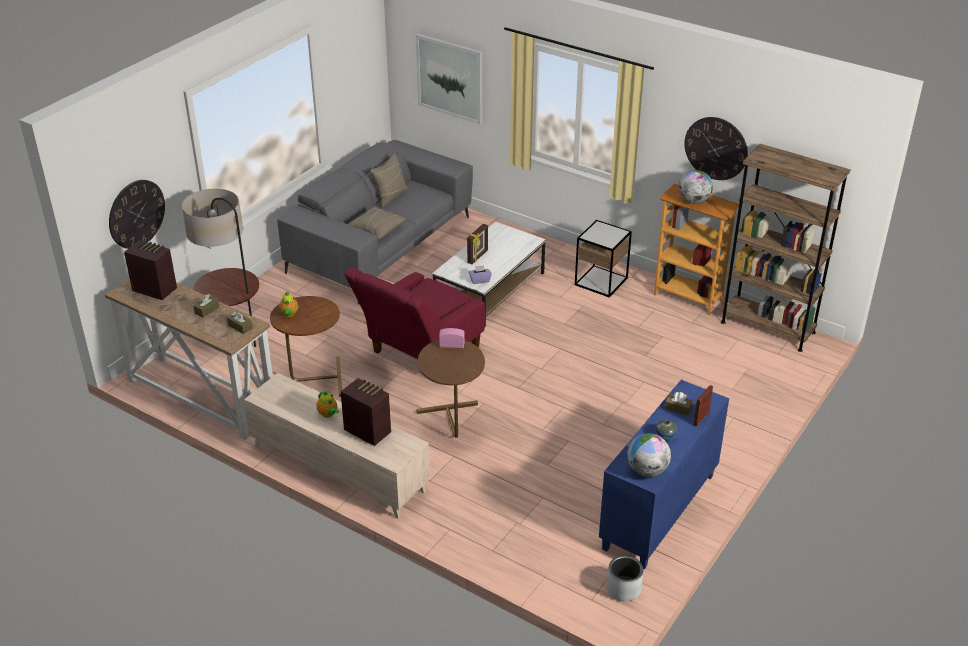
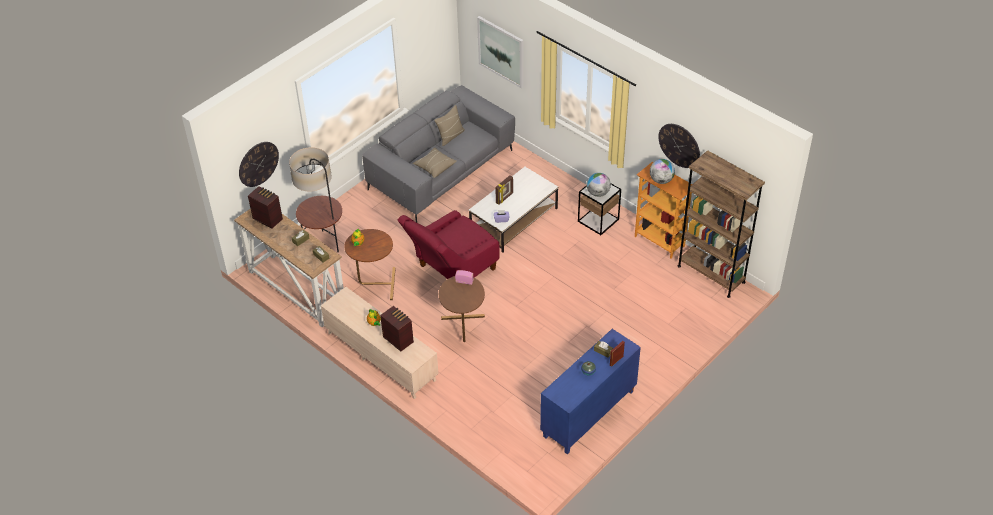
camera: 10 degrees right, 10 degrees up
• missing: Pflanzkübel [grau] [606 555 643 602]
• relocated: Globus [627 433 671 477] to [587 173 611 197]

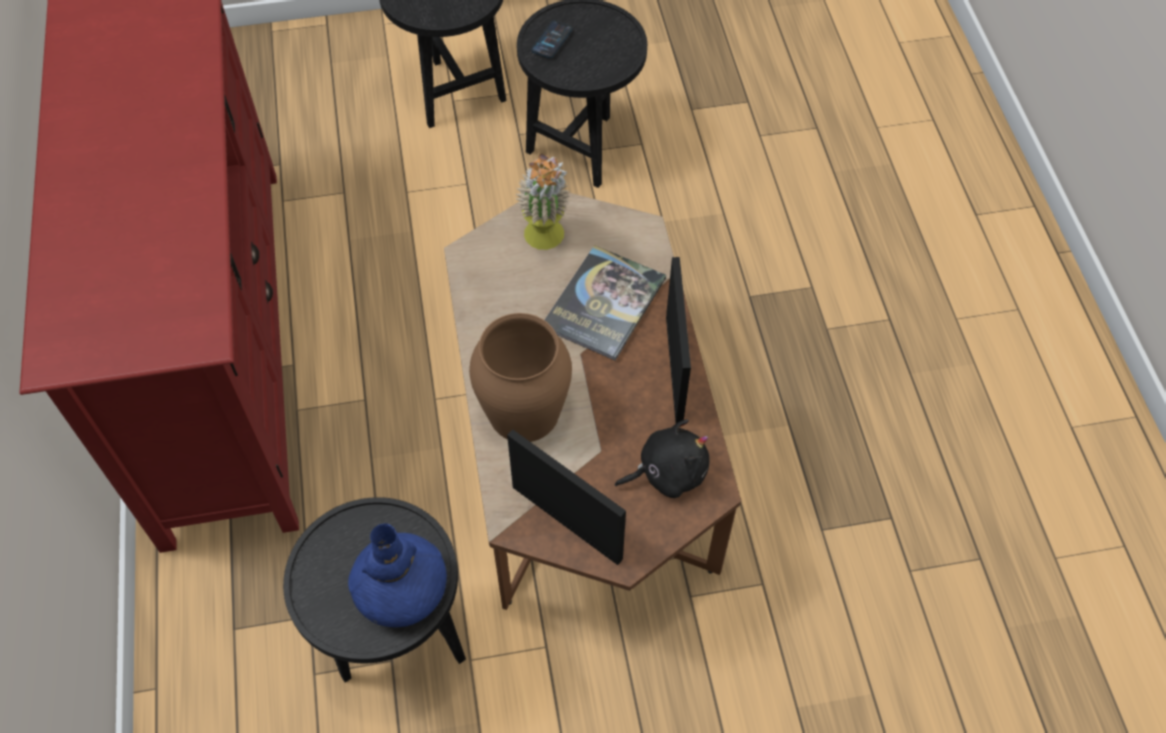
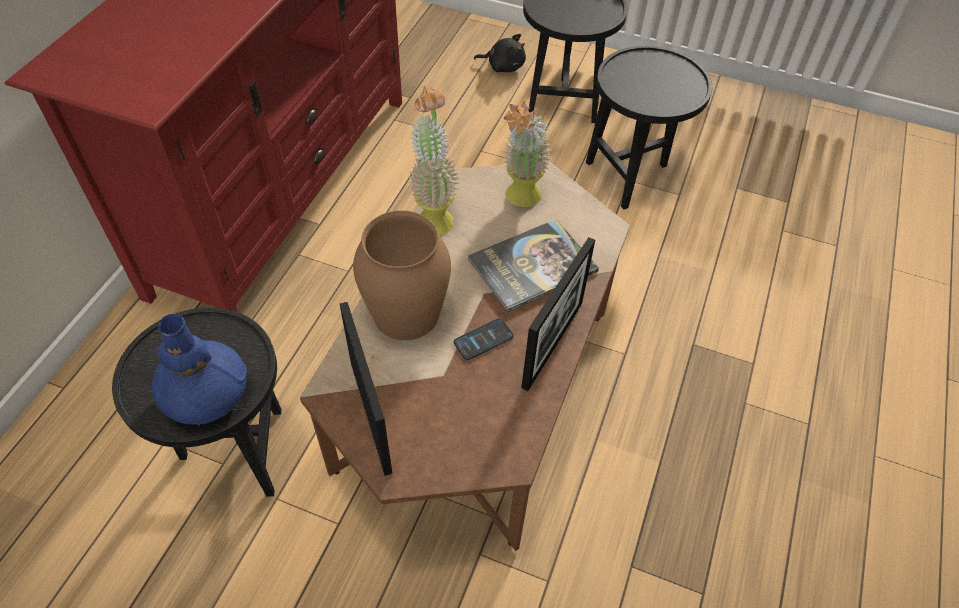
camera: 30 degrees right, 5 degrees down
• relocated: Handy [531 20 572 58] to [454 318 514 360]
• relocated: Plüschtier [schwarz] [615 419 709 498] to [474 34 526 72]
• appeared: Topfpflanze [409 86 459 235]

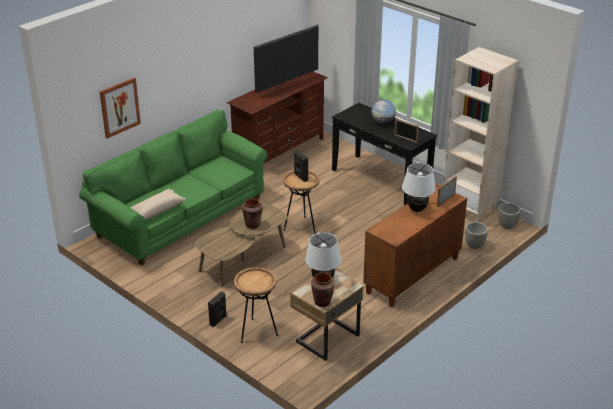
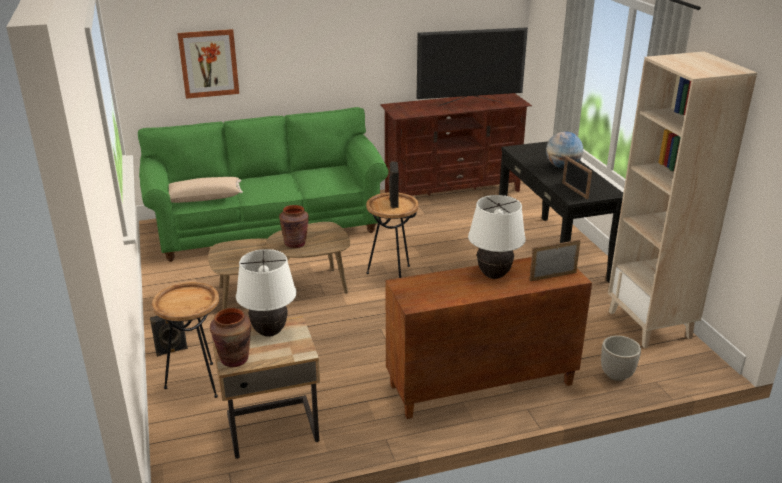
camera: 30 degrees right, 5 degrees down
• missing: Pflanzkübel [498 203 521 229]

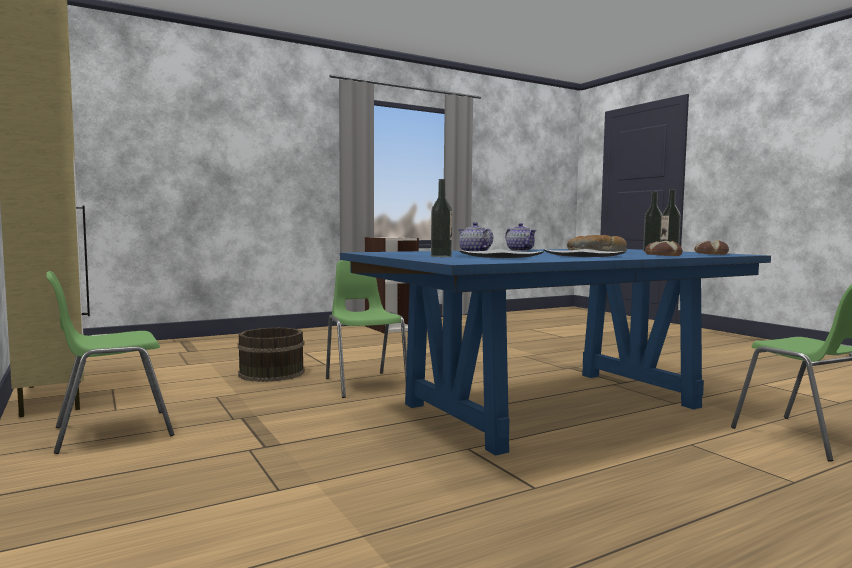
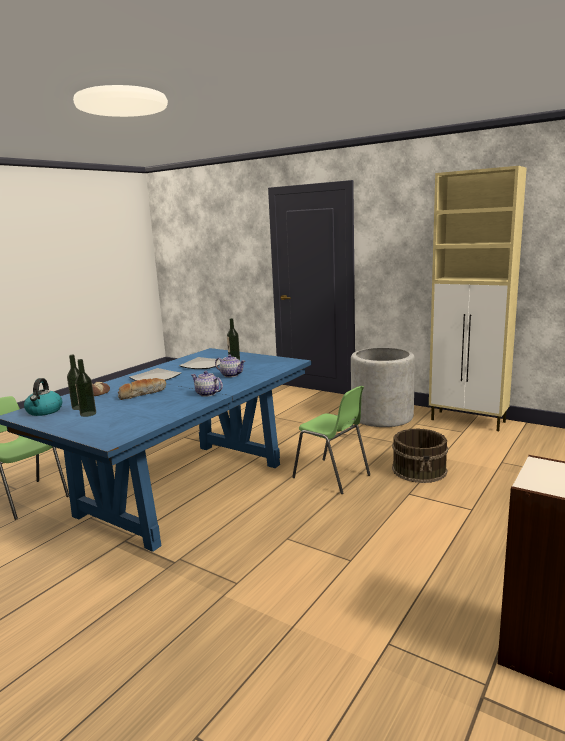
camera: 155 degrees right, 10 degrees up
• exchanged: Stuhl [grün] [46 271 174 454] to Pflanzkübel [grau] [351 348 415 427]
• exchanged: Brot [694 240 729 255] to Wasserkessel [24 378 62 416]

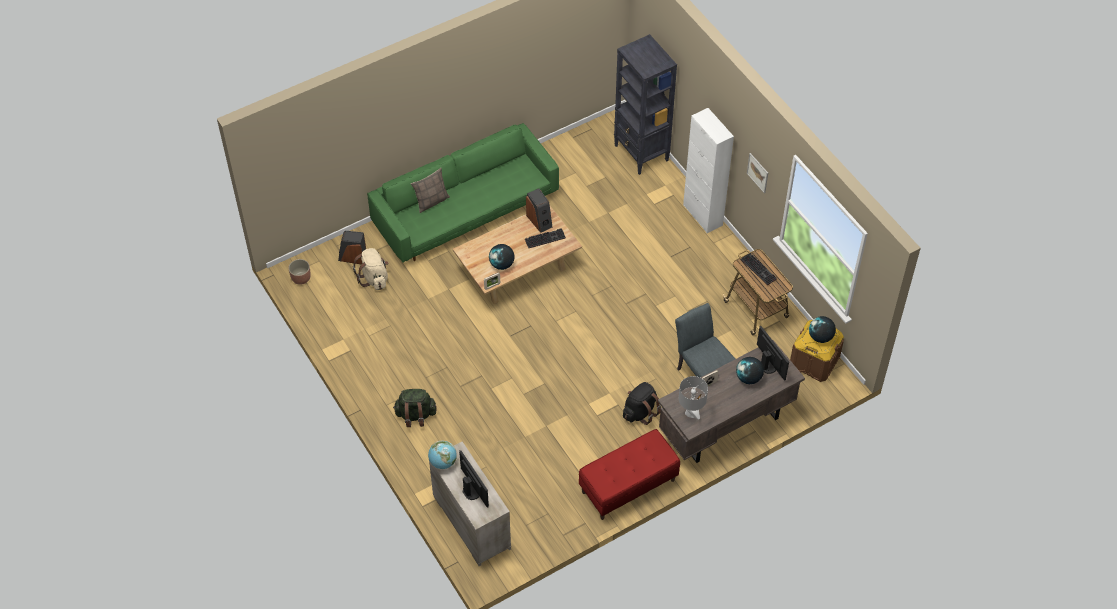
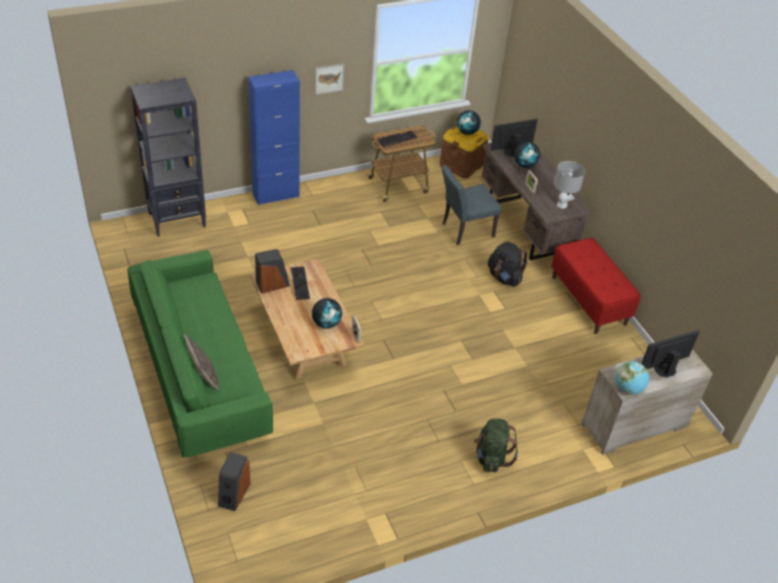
camera: 85 degrees left, 10 degrees down
• missing: Pflanzkübel [288 259 311 285]
• missing: Rucksack [beige] [353 248 388 290]
• colour: Schrank [weiß] [683 108 734 233] to Schrank [blau] [248 70 300 205]

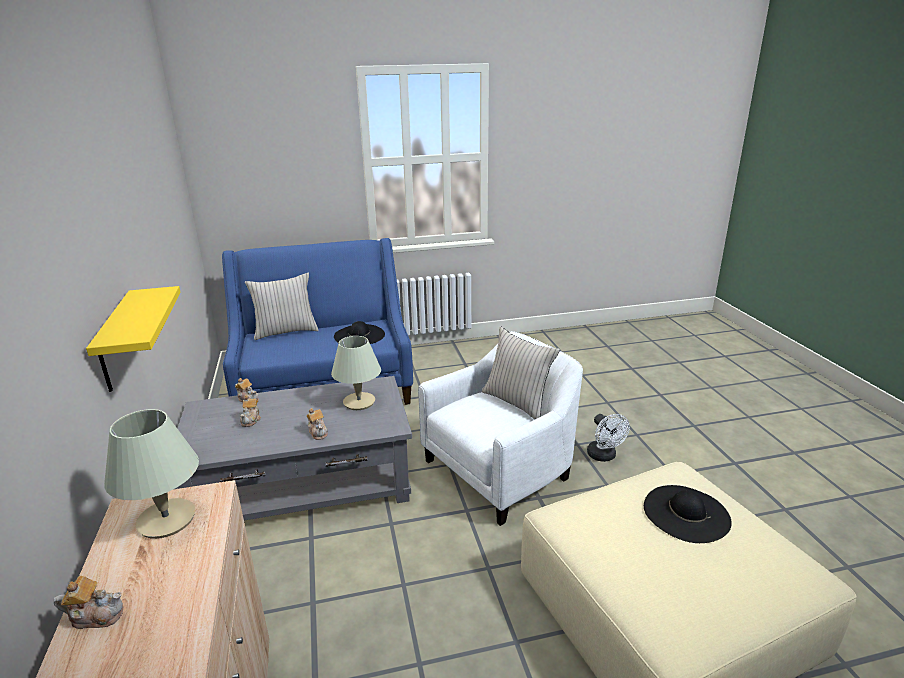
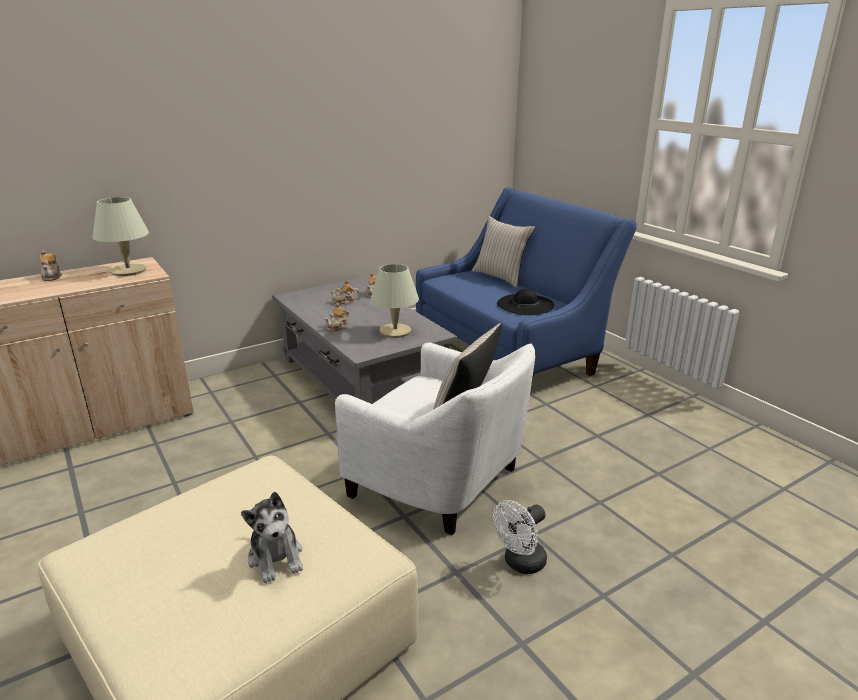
camera: 70 degrees right, 0 degrees up
• missing: Wandregal [gelb] [86 286 181 392]
• exchanged: Hut [schwarz] [644 485 732 543] to Plüschtier [241 492 303 583]

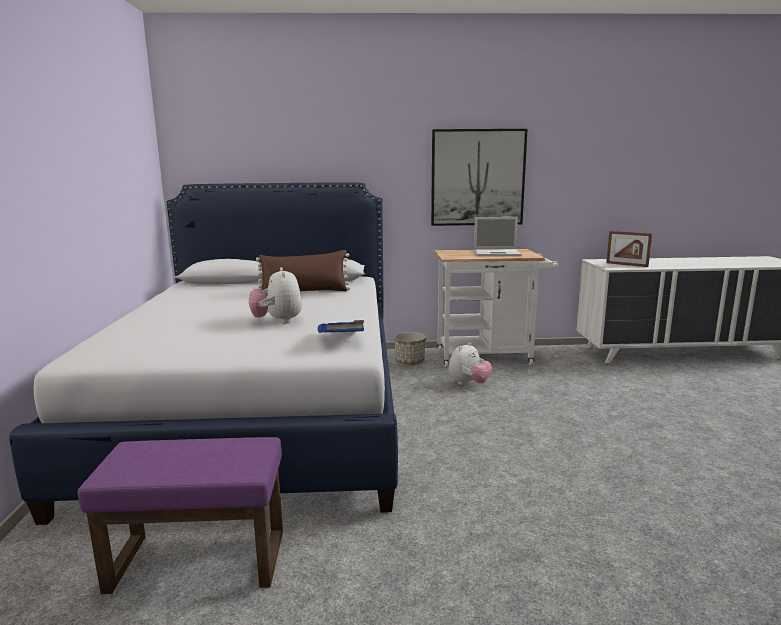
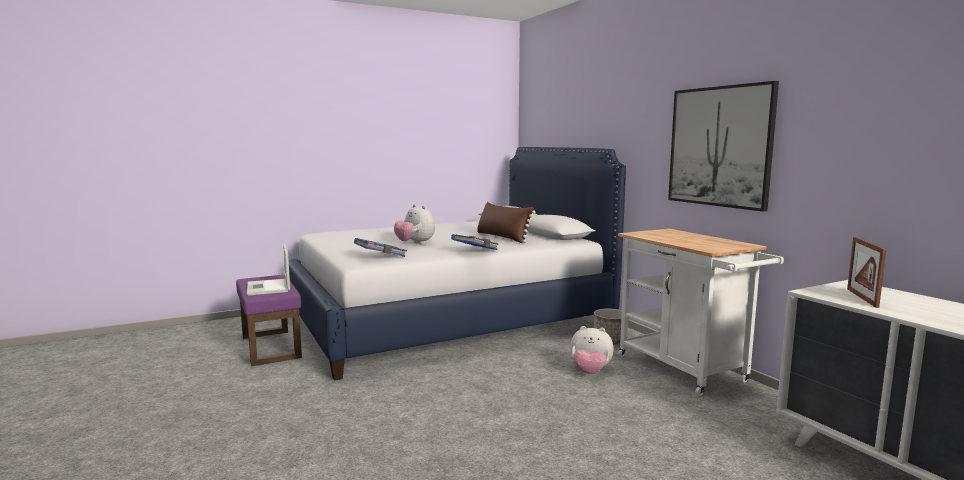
camera: 65 degrees right, 5 degrees down
• spun: Plüschtier [249 267 302 324] = [394 204 435 245] 90 degrees counterclockwise
• relocated: Laptop [474 217 522 256] to [247 244 290 296]
• appeared: Buch [blau] [451 234 499 250]

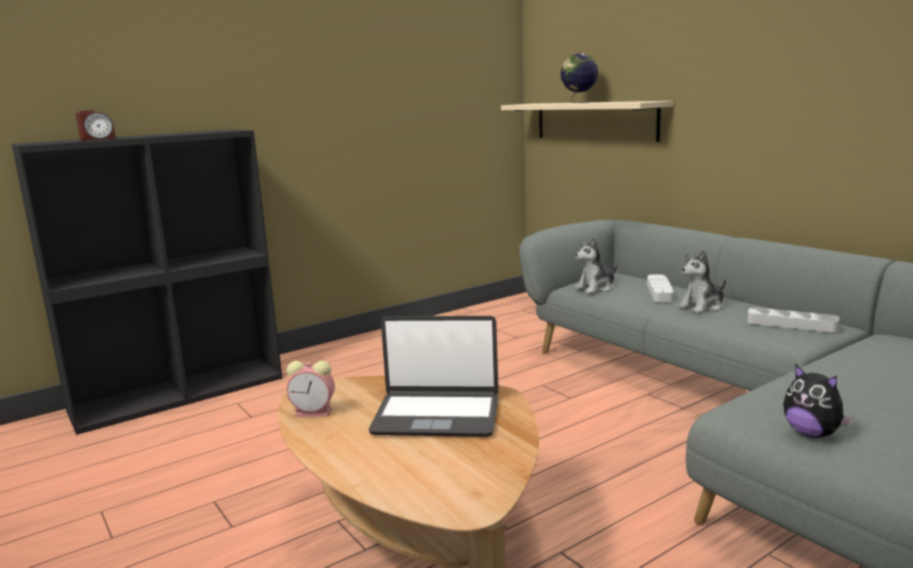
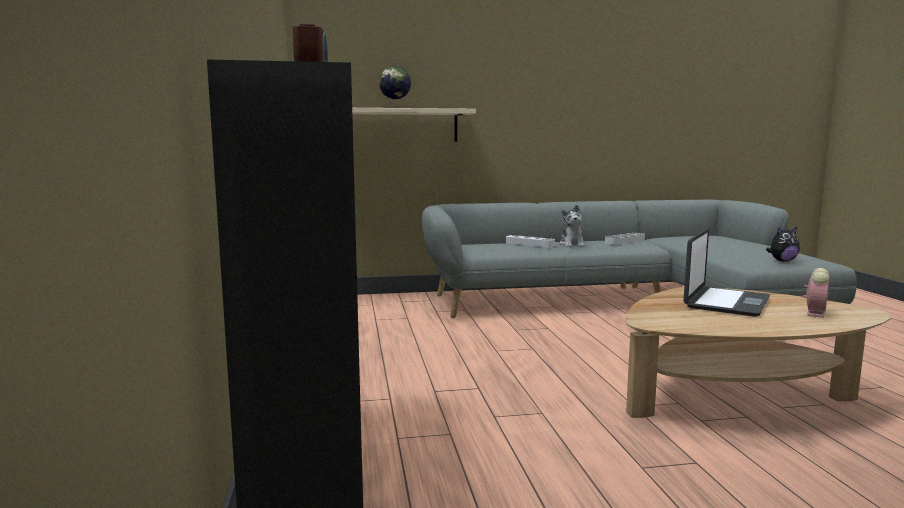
camera: 65 degrees left, 5 degrees down
• relocated: Wecker [286 361 335 417] to [803 268 829 318]
• missing: Plüschtier [574 237 618 293]

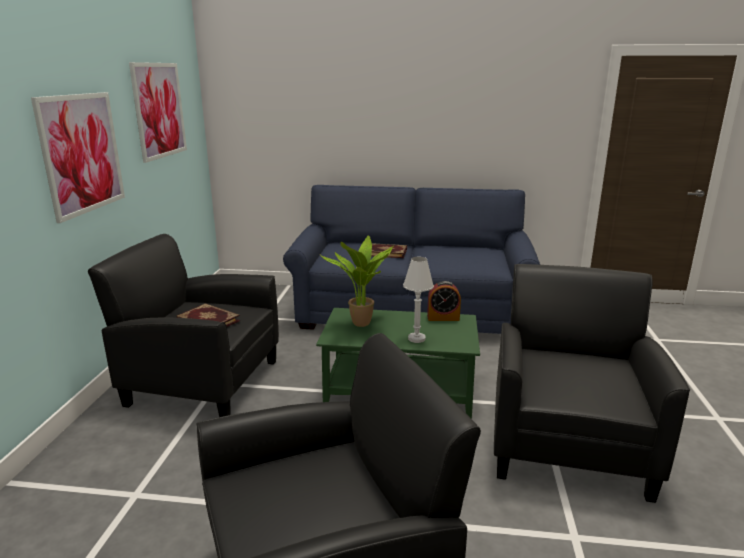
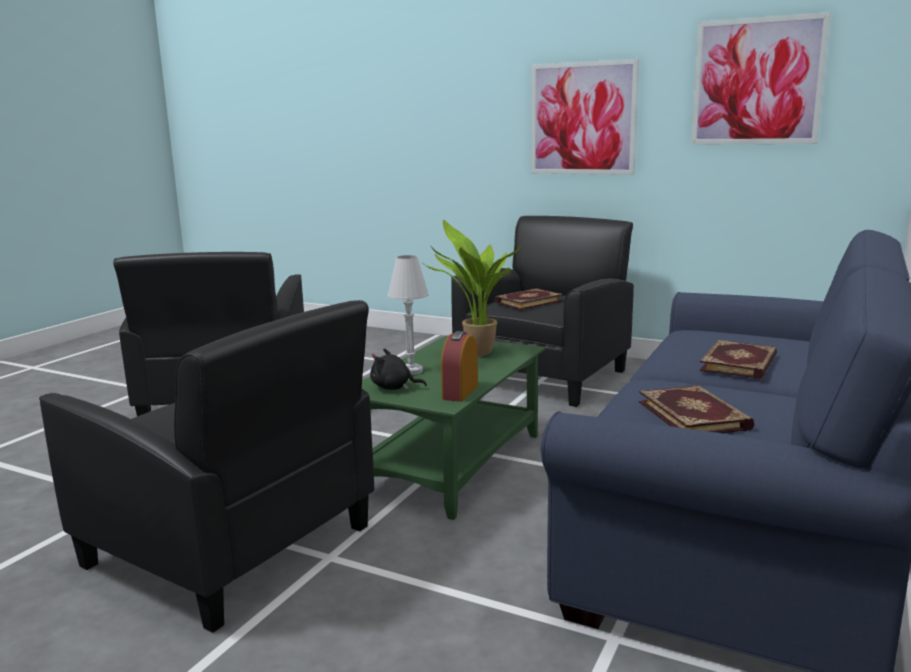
camera: 110 degrees right, 5 degrees down
• appeared: Plüschtier [schwarz] [370 349 427 390]
• appeared: Buch [639 385 755 433]

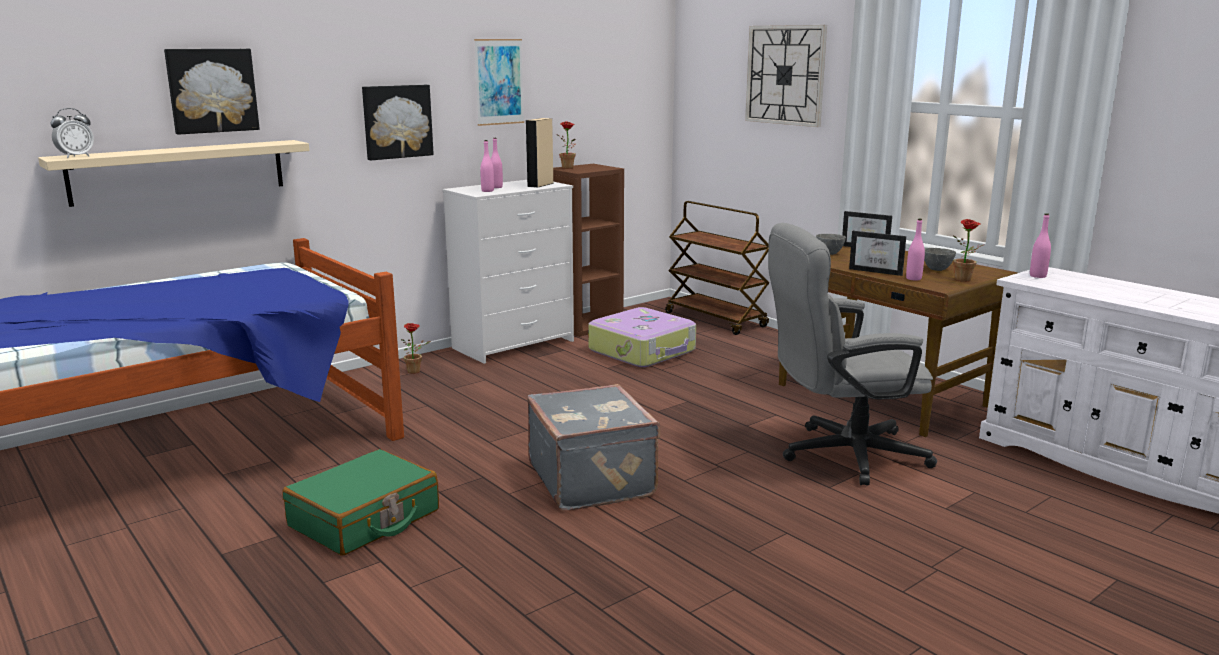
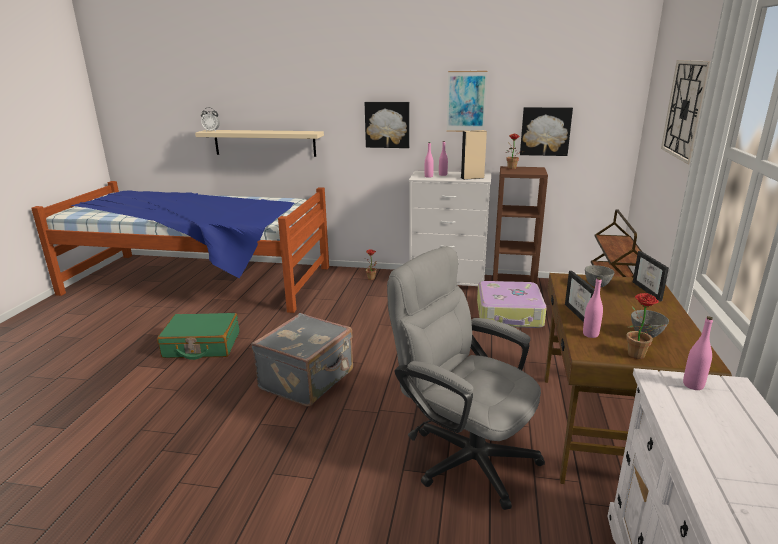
camera: 50 degrees right, 5 degrees up
• relocated: Bild [164 49 260 135] to [520 107 573 156]

